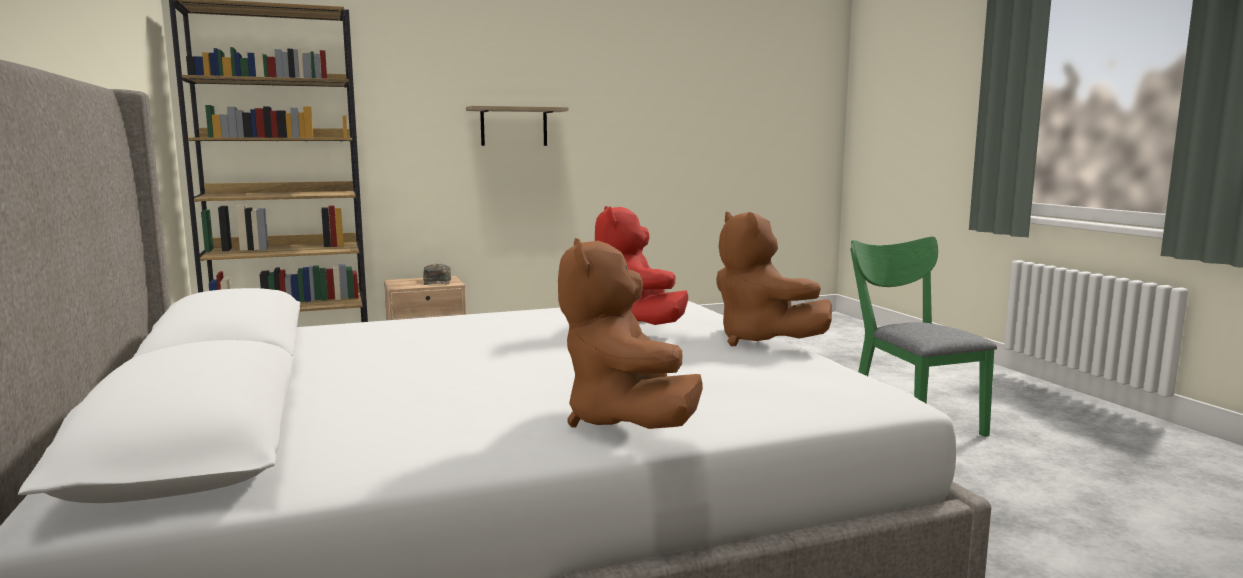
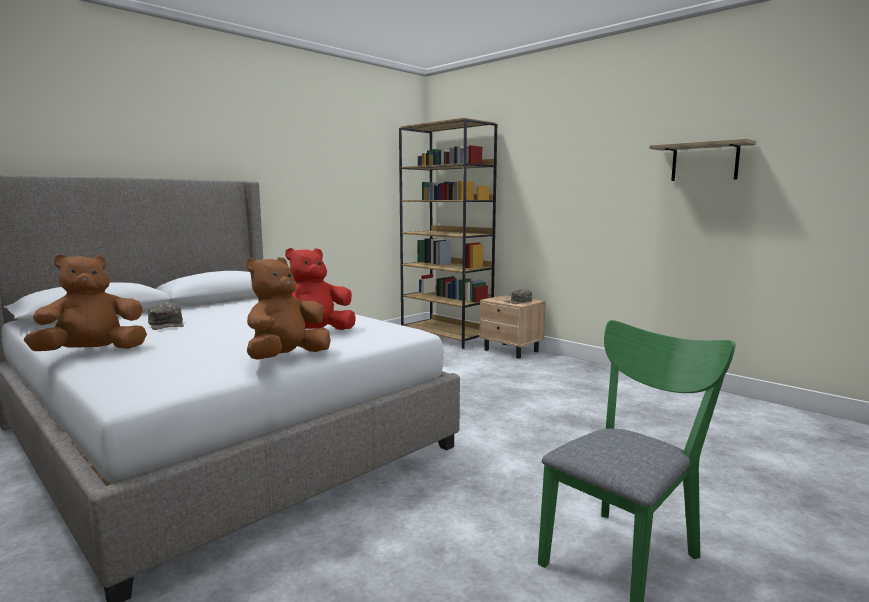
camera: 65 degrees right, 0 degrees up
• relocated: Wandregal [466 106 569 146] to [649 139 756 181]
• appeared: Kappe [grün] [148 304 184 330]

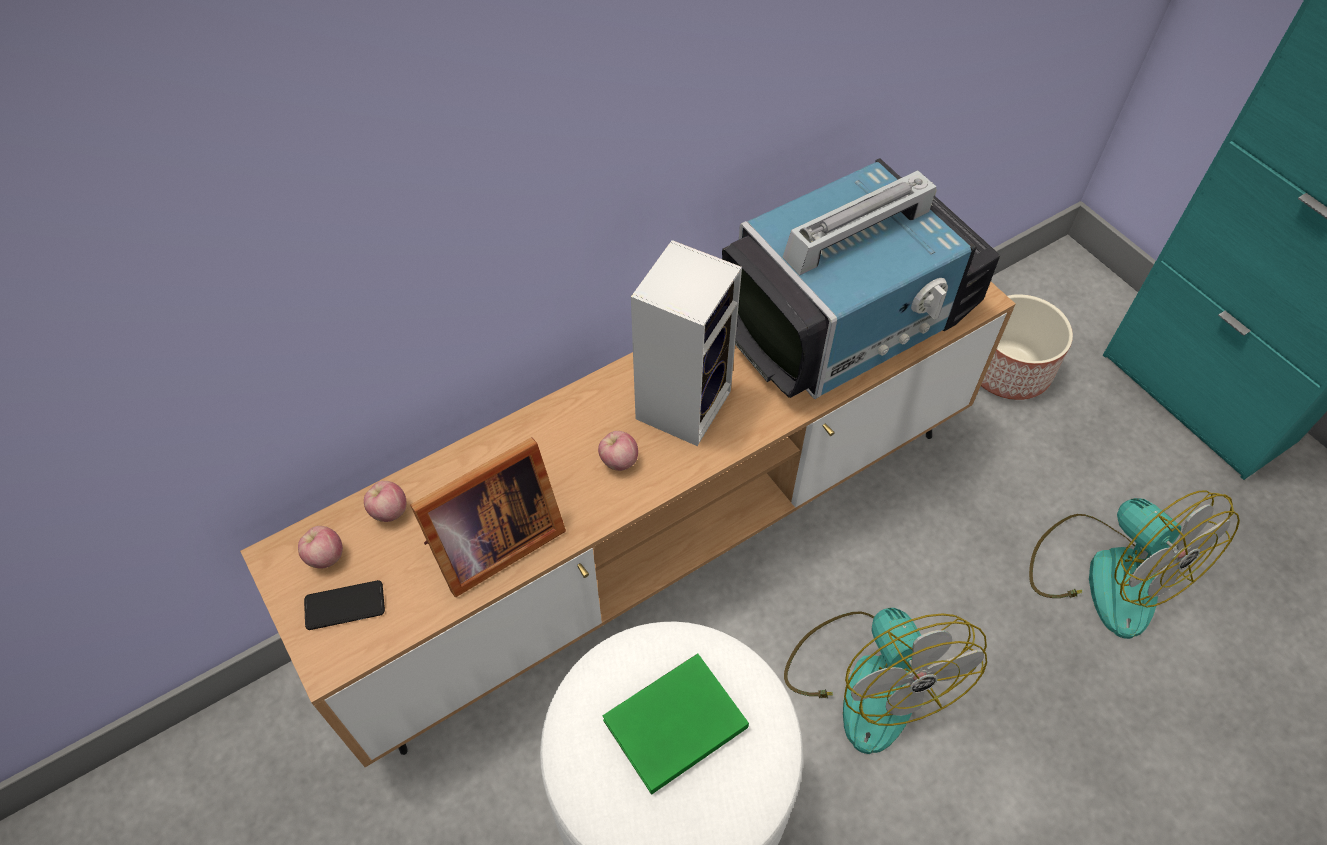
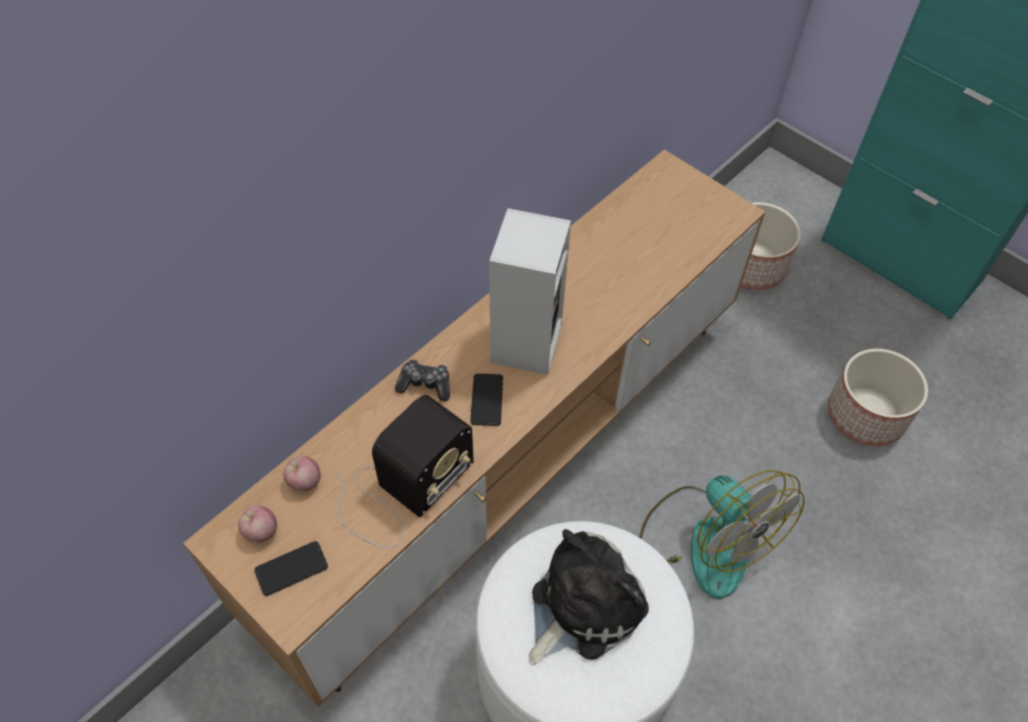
camera: 15 degrees left, 0 degrees up
• exchanged: Bilderrahmen [410 437 566 597] to Radio [336 395 474 548]
• exchanged: Apfel [598 431 638 471] to Handy [470 373 503 426]
• exchanged: Buch [grün] [603 653 749 795] to Plüschtier [529 529 649 665]
• missing: Fernseher [722 158 1000 399]
• exchanged: Ventilator [1029 491 1240 639] to Pflanzkübel [828 349 928 446]
• appeared: Gamepad [395 359 450 402]

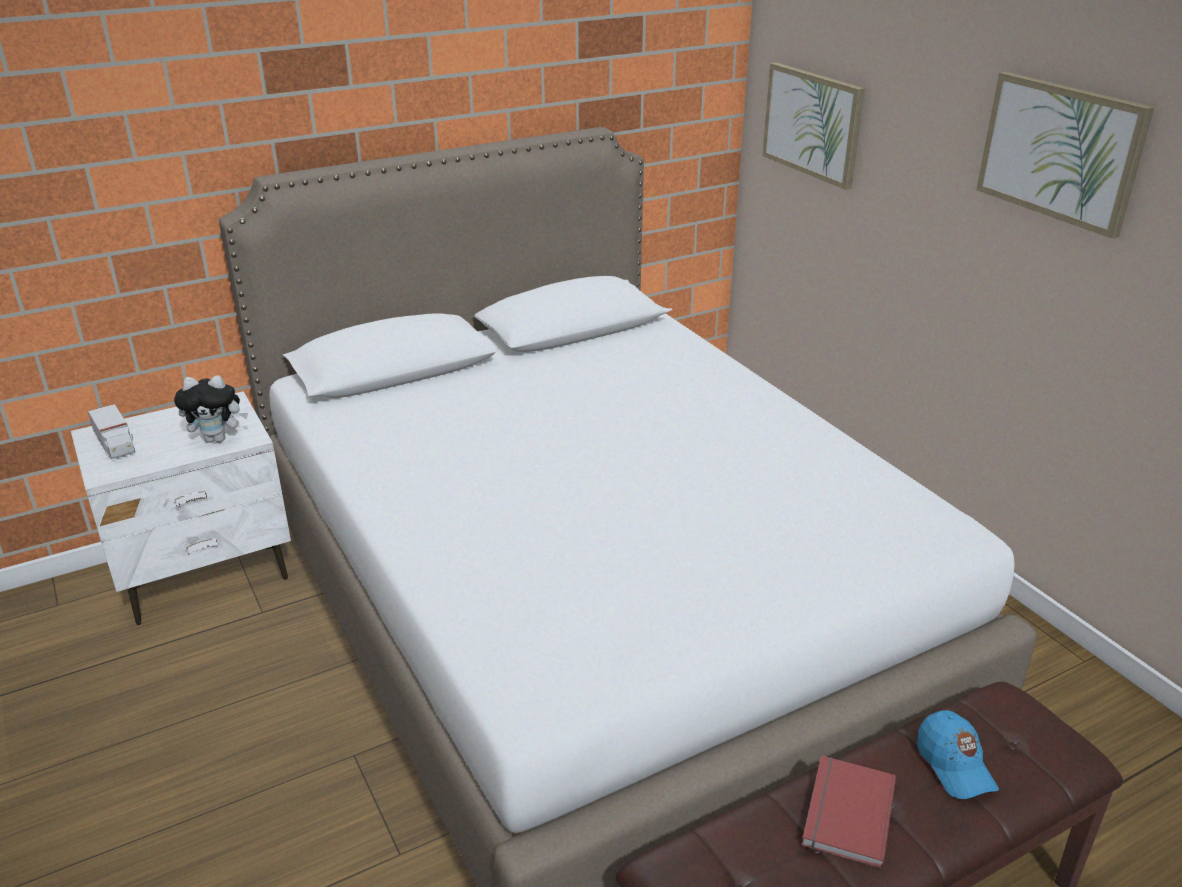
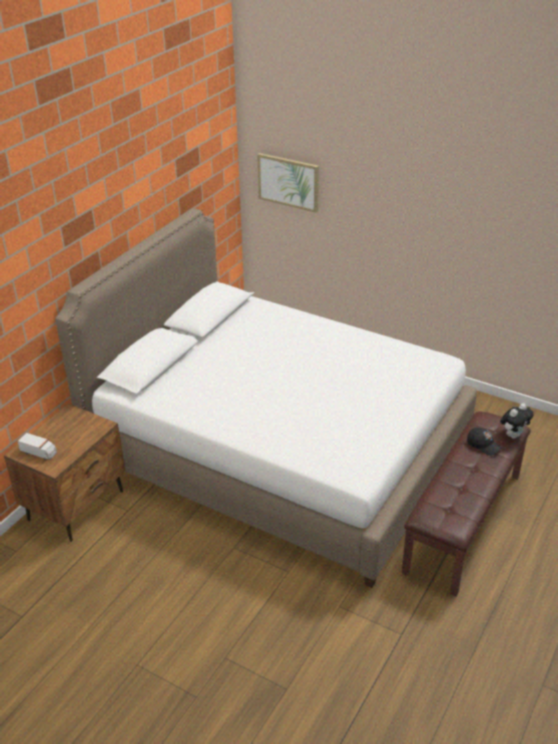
camera: 30 degrees left, 5 degrees up
• colour: Nachttisch [weiß] [71 391 291 625] to Nachttisch [braun] [4 403 125 542]
• relocated: Plüschtier [174 376 248 443] to [500 403 534 439]
• missing: Buch [rot] [801 755 896 868]
• colour: Kappe [blau] [917 710 999 799] to Kappe [schwarz] [467 427 502 456]
• missing: Bild [976 72 1155 239]

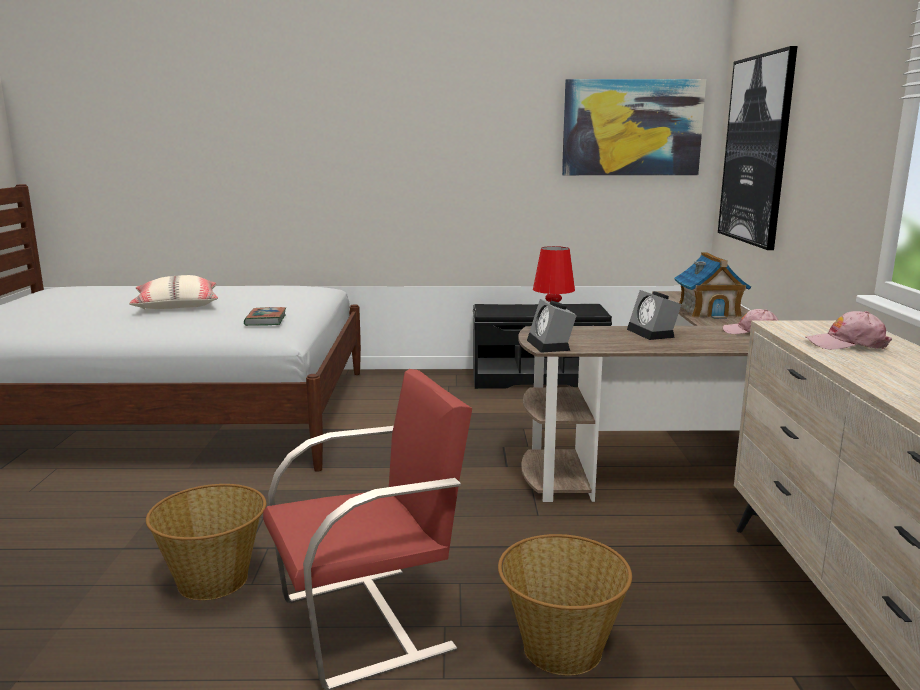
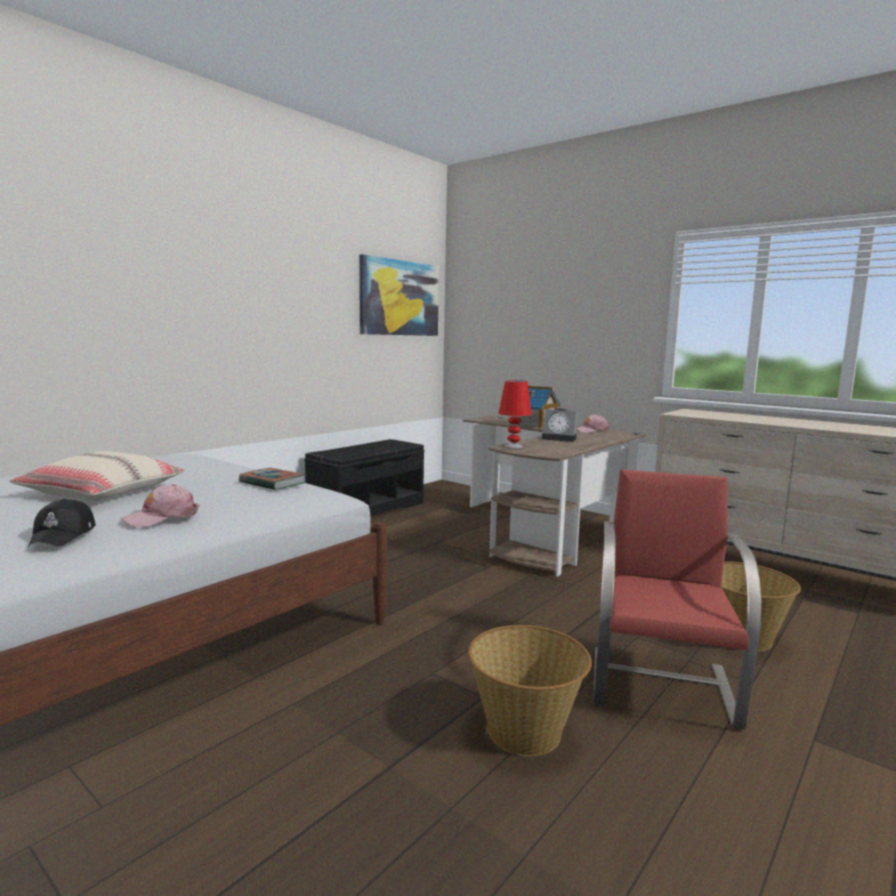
camera: 50 degrees left, 5 degrees down
• missing: Wecker [527 299 577 353]
• missing: Bild [718 46 797 250]
• relocated: Kappe [rosa] [805 311 892 350] to [120 484 200 527]
• appeared: Kappe [schwarz] [28 498 96 547]

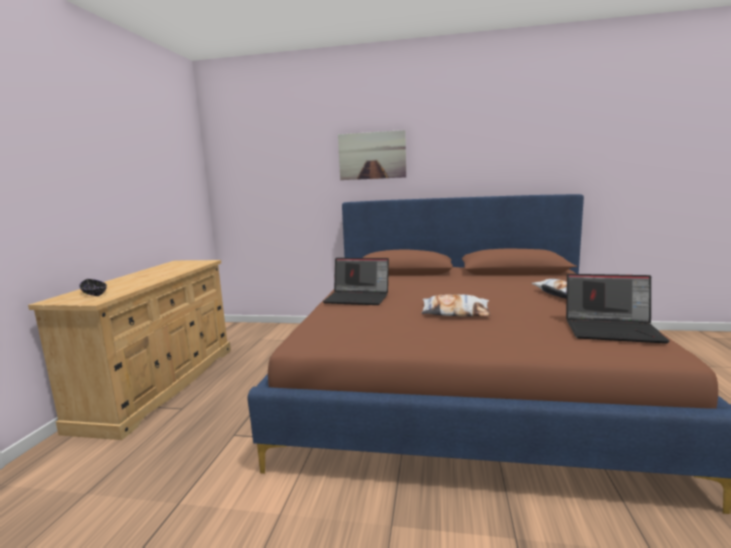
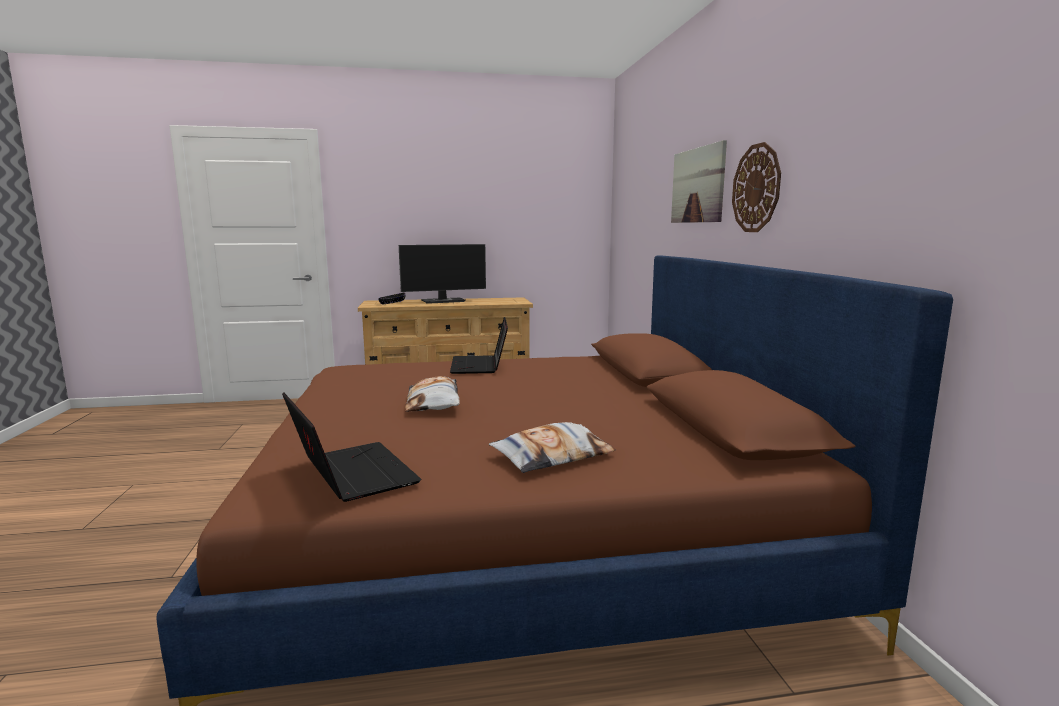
camera: 70 degrees right, 0 degrees up
• spun: Laptop [566 274 670 344] = [282 393 421 502] 150 degrees clockwise
• appeared: Monitor [399 244 486 304]
• appeared: Wanduhr [732 142 781 232]

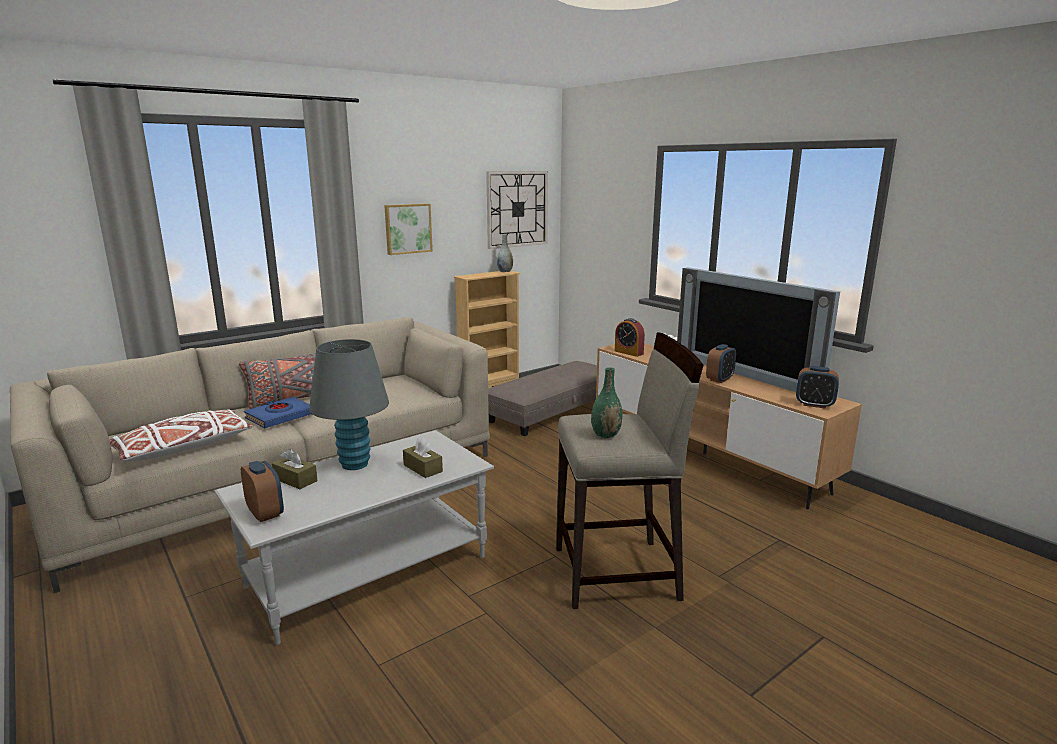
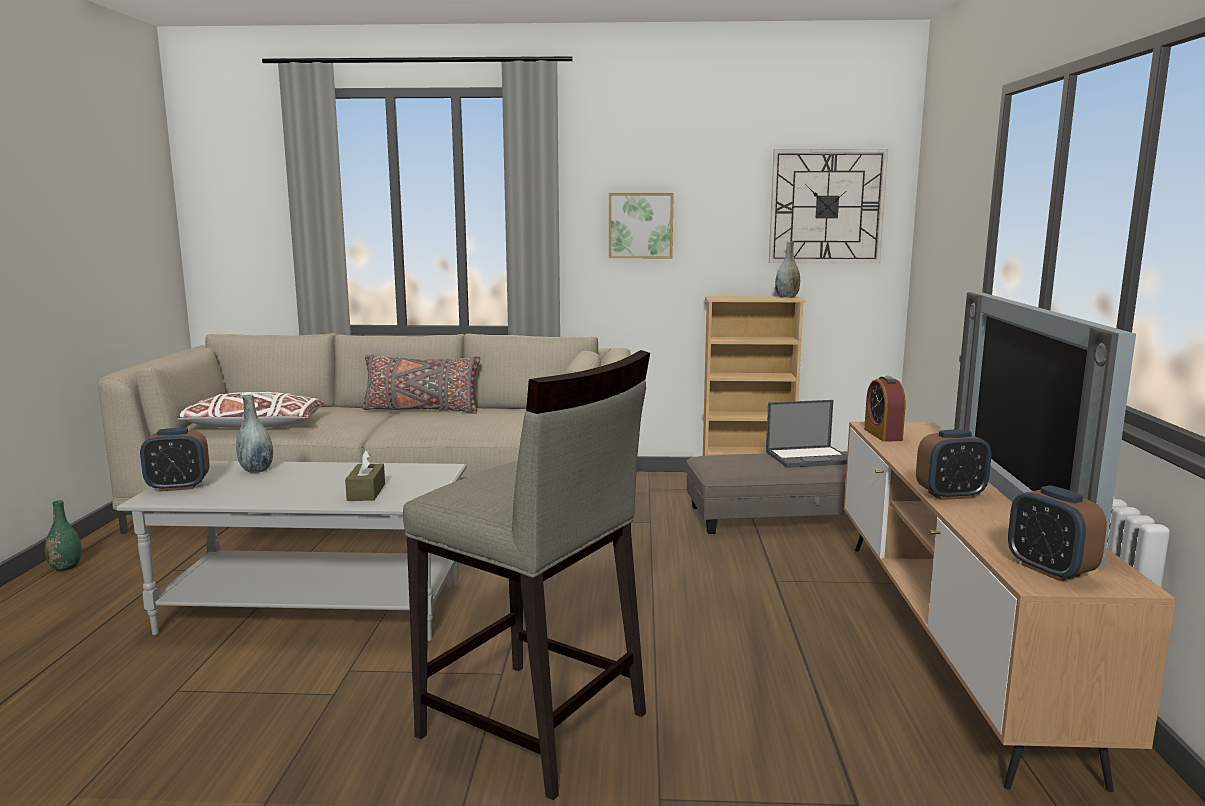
camera: 40 degrees right, 5 degrees down
• spun: Wecker [241 461 284 522] = [140 428 209 492] 75 degrees clockwise
• missing: Buch [blau] [244 397 311 428]
• exchanged: Taschentuchbox [braun] [272 449 318 489] to Vase [grau] [236 394 273 473]
• missing: Tischlampe [grau] [309 339 389 470]
• relocated: Vase [grün] [591 367 622 438] to [45 500 82 571]
• appeared: Laptop [766 400 847 468]

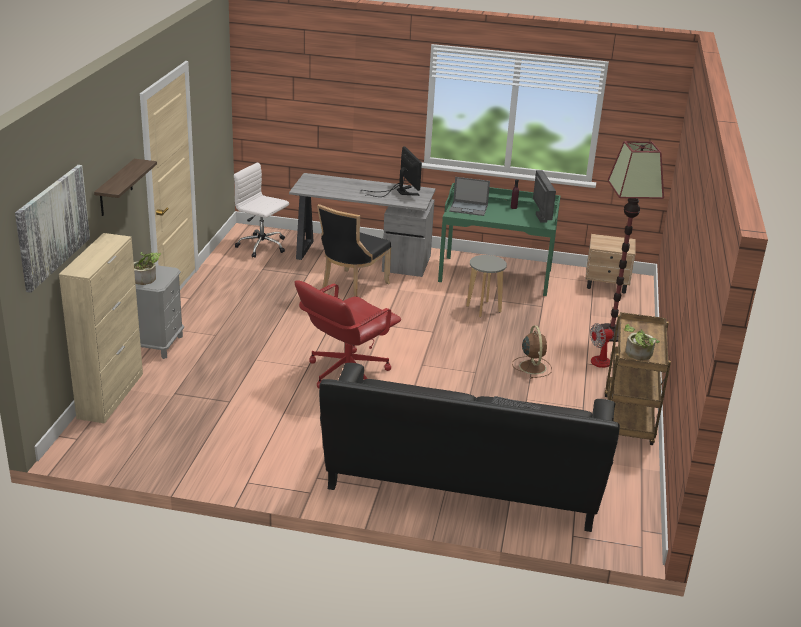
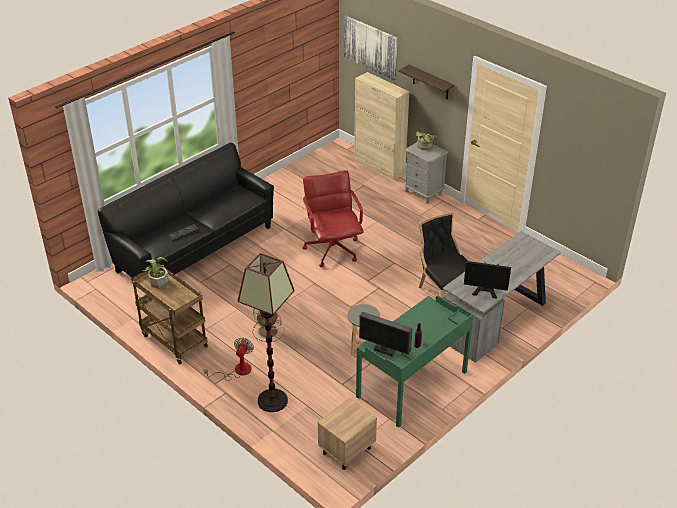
camera: 125 degrees right, 10 degrees up
• missing: Bürostuhl [weiß] [234 162 289 258]
• missing: Laptop [449 177 490 216]

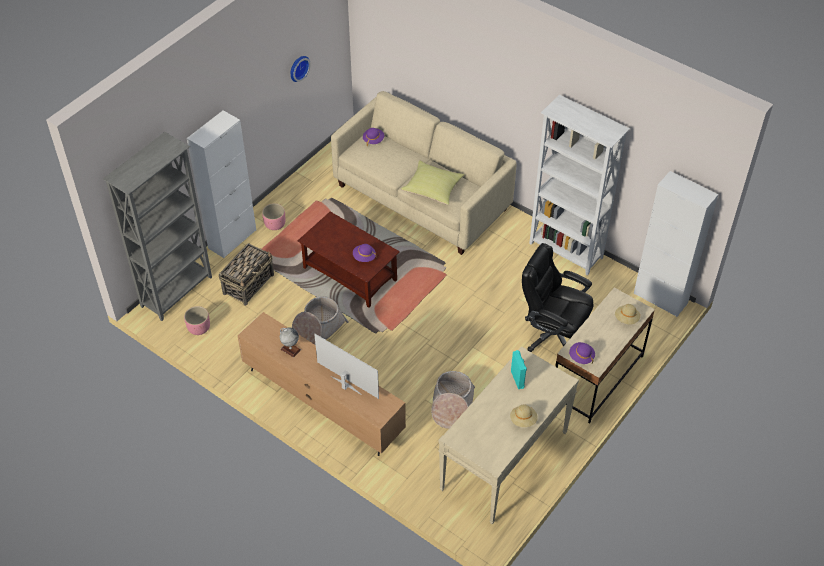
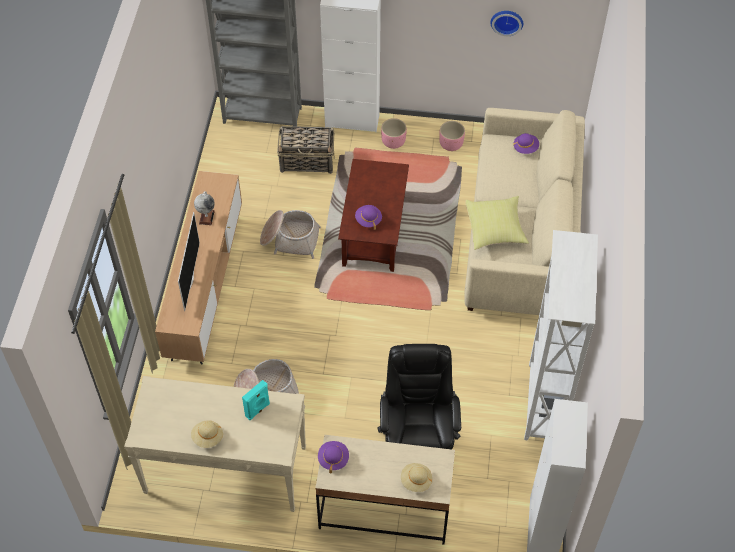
camera: 60 degrees right, 5 degrees up
• relocated: Pflanzkübel [rosa] [184 306 210 335] to [439 121 465 151]

